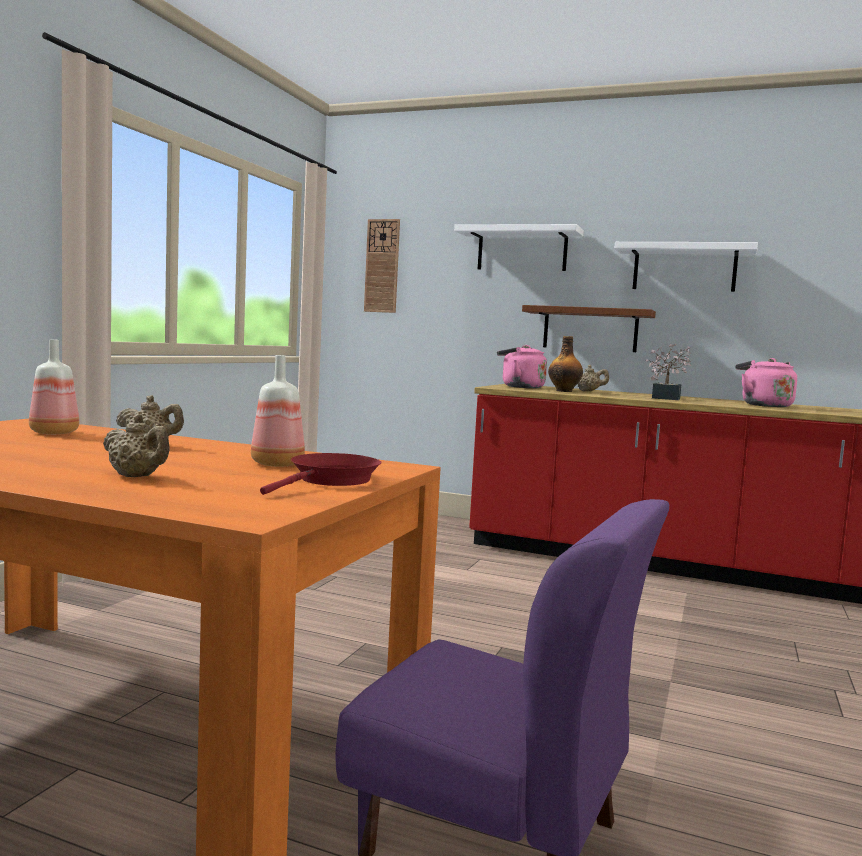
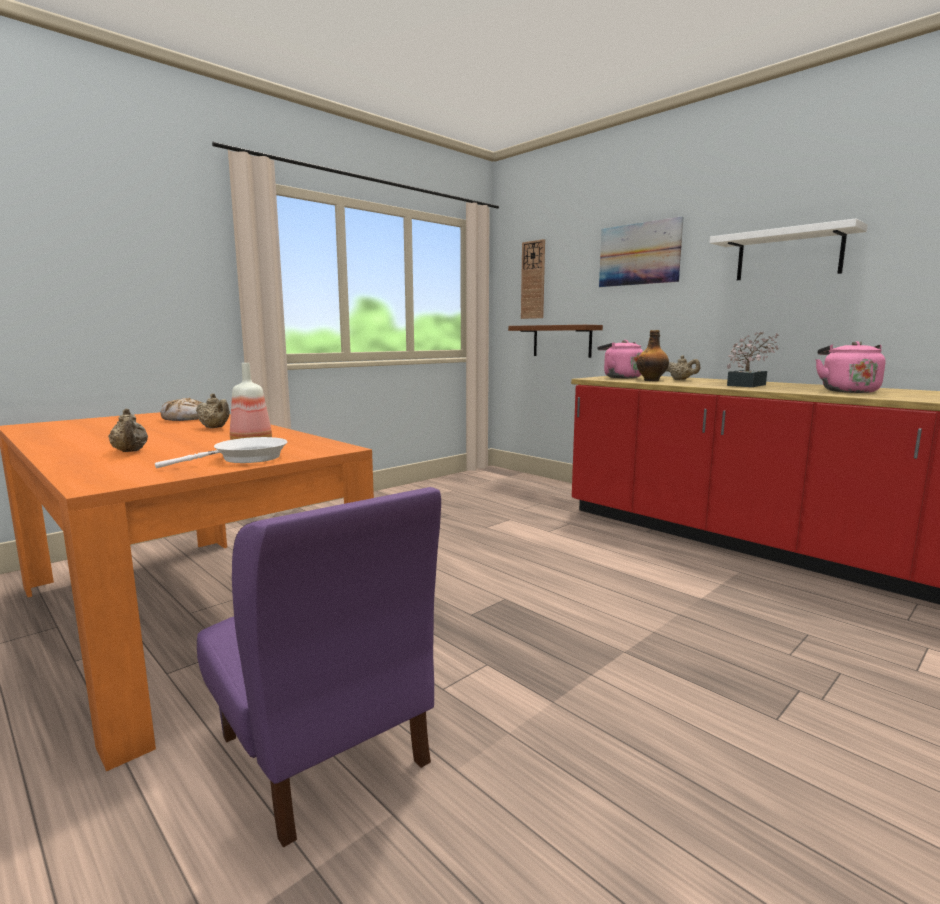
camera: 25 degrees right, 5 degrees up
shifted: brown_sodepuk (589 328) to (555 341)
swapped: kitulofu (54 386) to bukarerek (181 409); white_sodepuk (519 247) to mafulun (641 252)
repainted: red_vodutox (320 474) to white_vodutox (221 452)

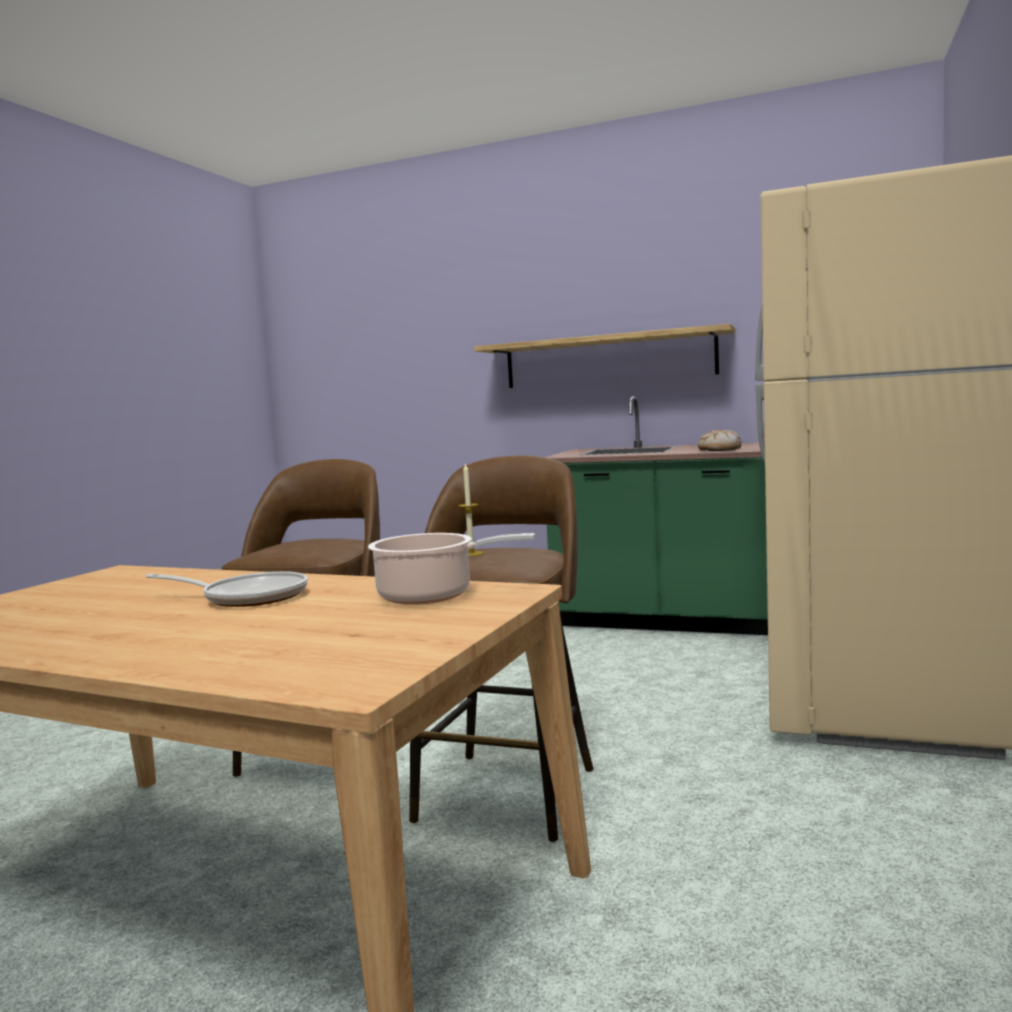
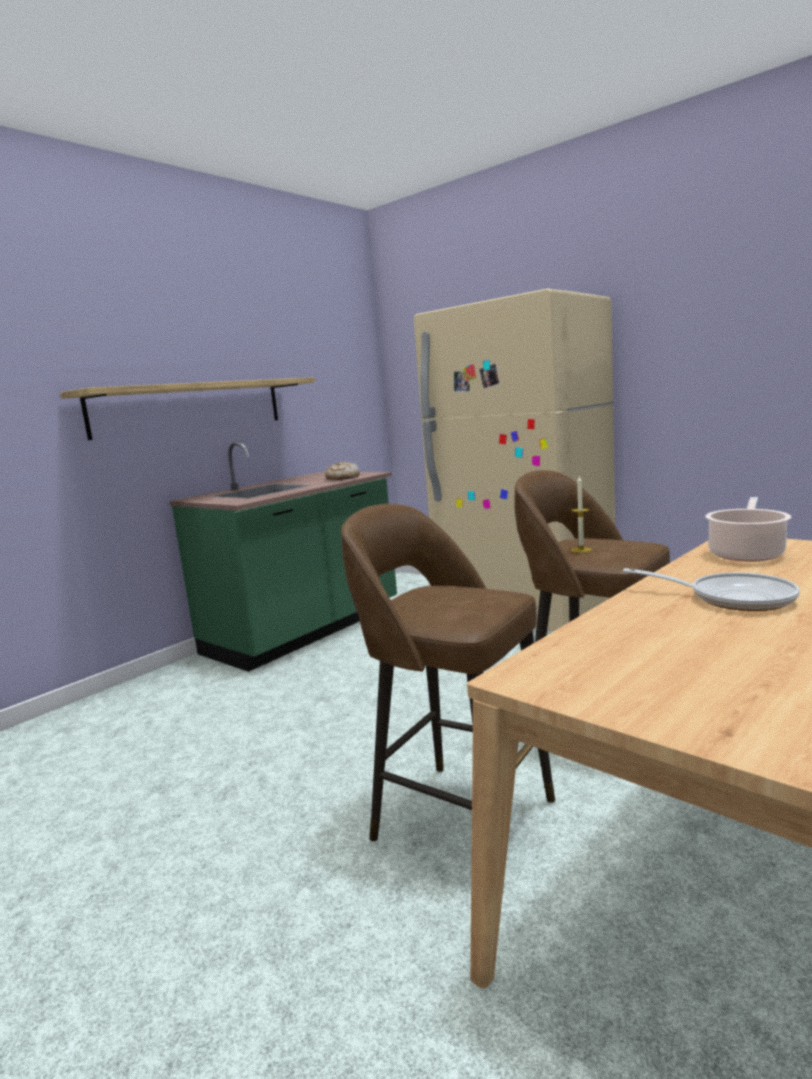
camera: 70 degrees left, 5 degrees up
rotated: vodutox (226 589) = (711 589) 90 degrees clockwise

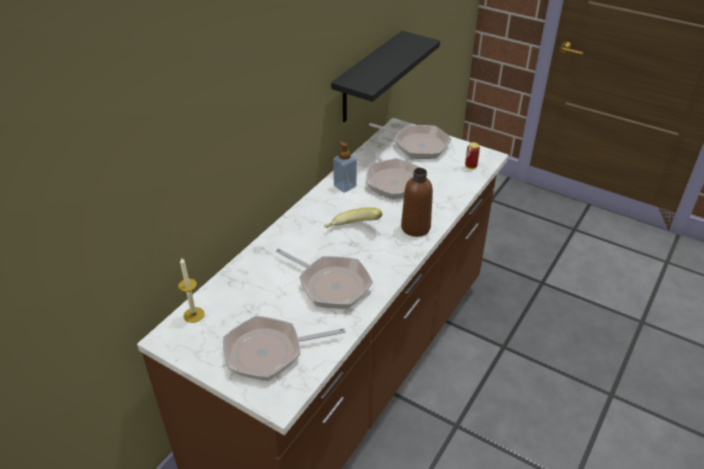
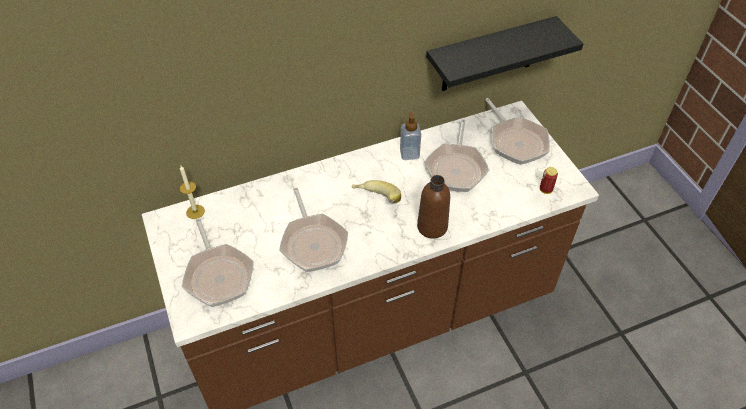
camera: 35 degrees right, 10 degrees up
rotated: vodutox (284 348) = (218 262) 135 degrees counterclockwise

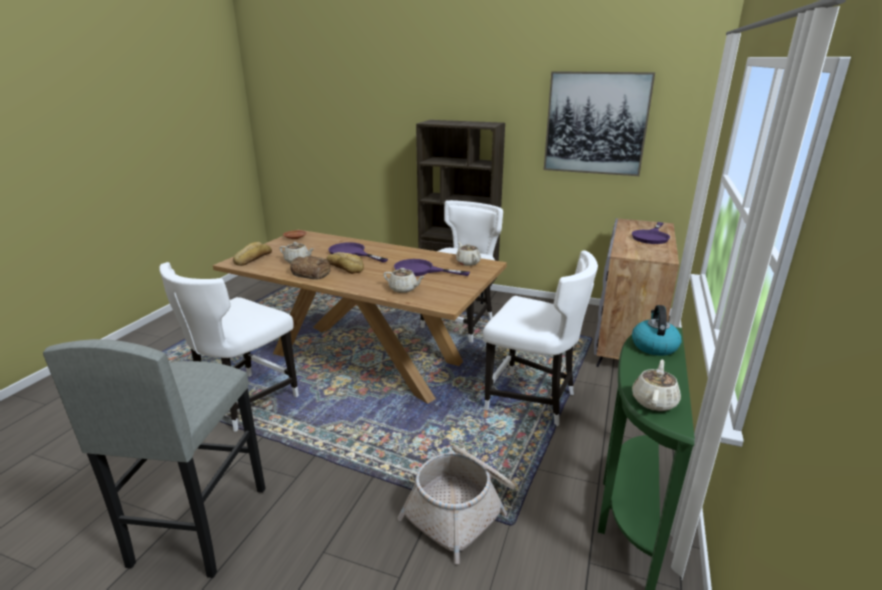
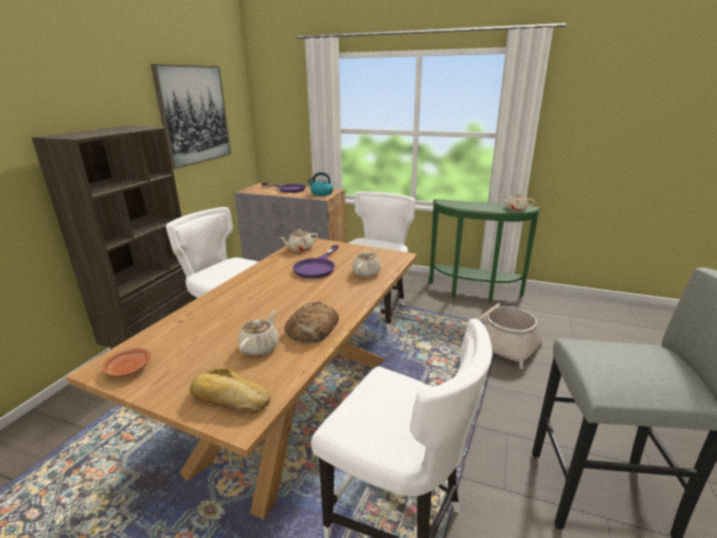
camera: 90 degrees left, 0 degrees up
gone: bukarerek (345 263); purple_vodutox (358 252)
shifted: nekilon (657 330) to (320 184)

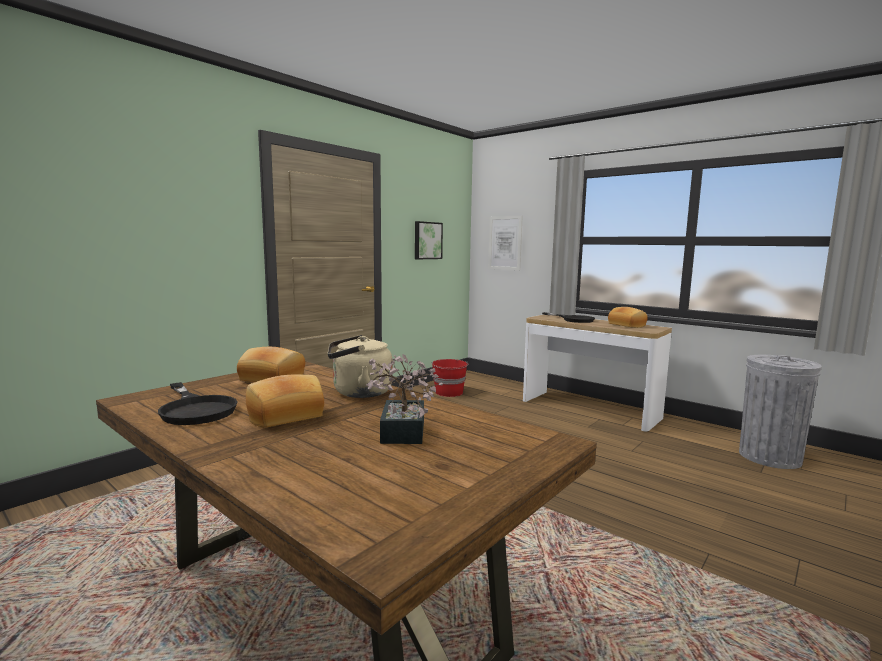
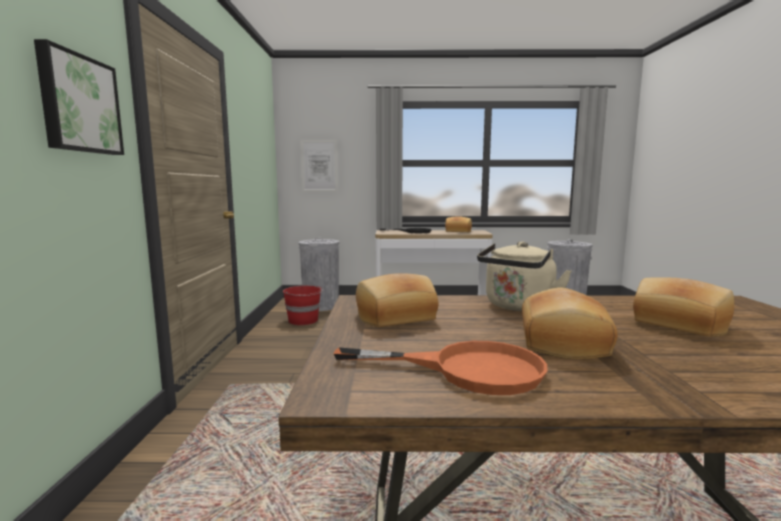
camera: 40 degrees left, 0 degrees up
new: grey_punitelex (319 274)
shifted: mafulun (429 240) to (79 97)
swapped: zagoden (404 399) to bukarerek (683 307)
repainted: black_vodutox (197 403) to orange_vodutox (440 368)

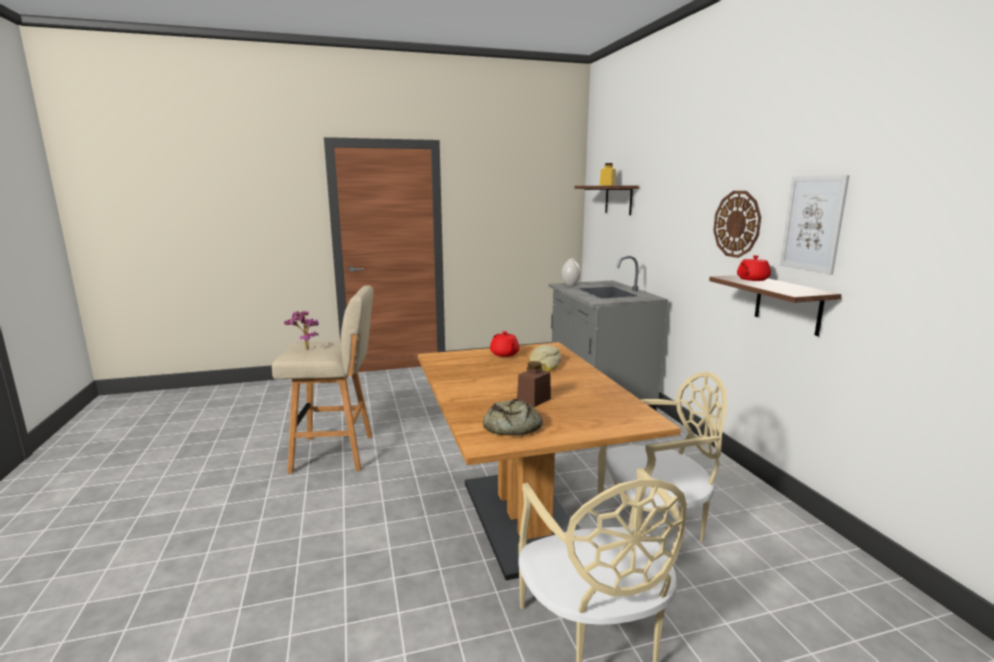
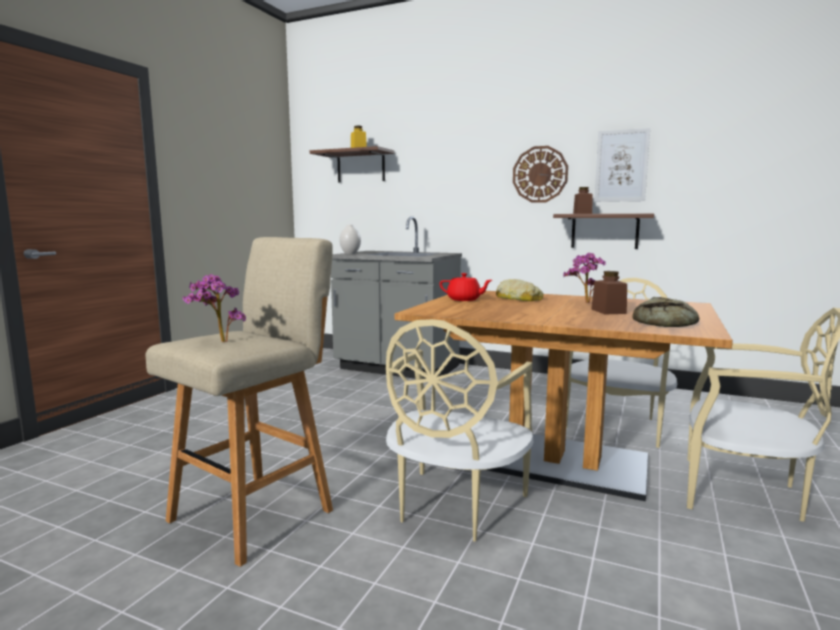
camera: 50 degrees left, 5 degrees down
new: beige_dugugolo (460 430); zagoden (584 278)
swapped: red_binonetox (754 268) to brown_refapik (583 200)

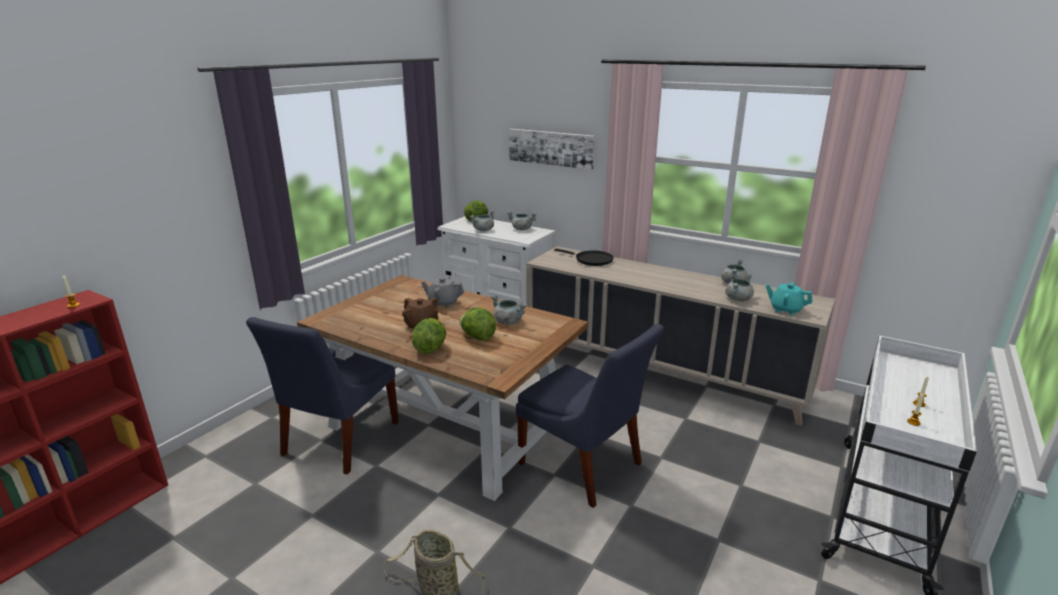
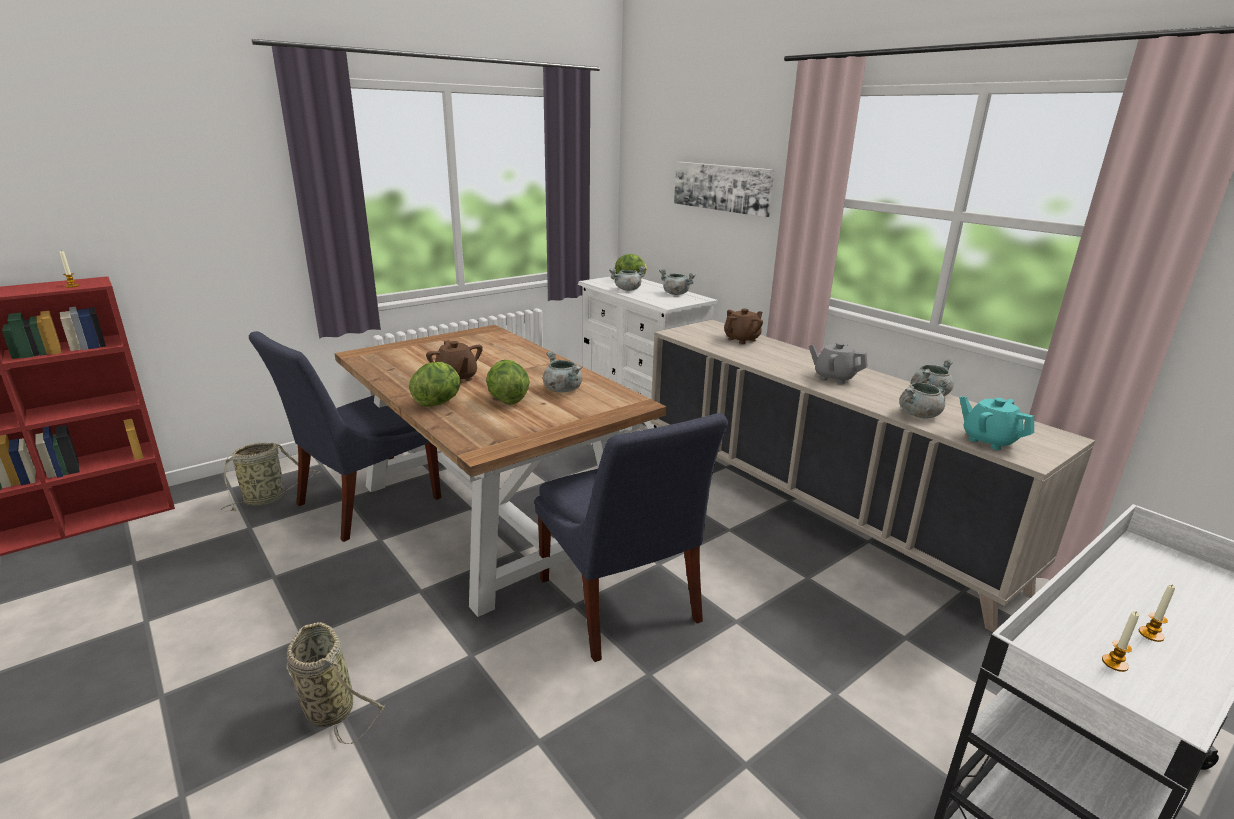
camera: 20 degrees right, 0 degrees up
new: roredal (271 477)
shifted: grey_binonetox (442 292) to (838 363)
swapped: black_vodutox (584 257) to brown_binonetox (743 326)

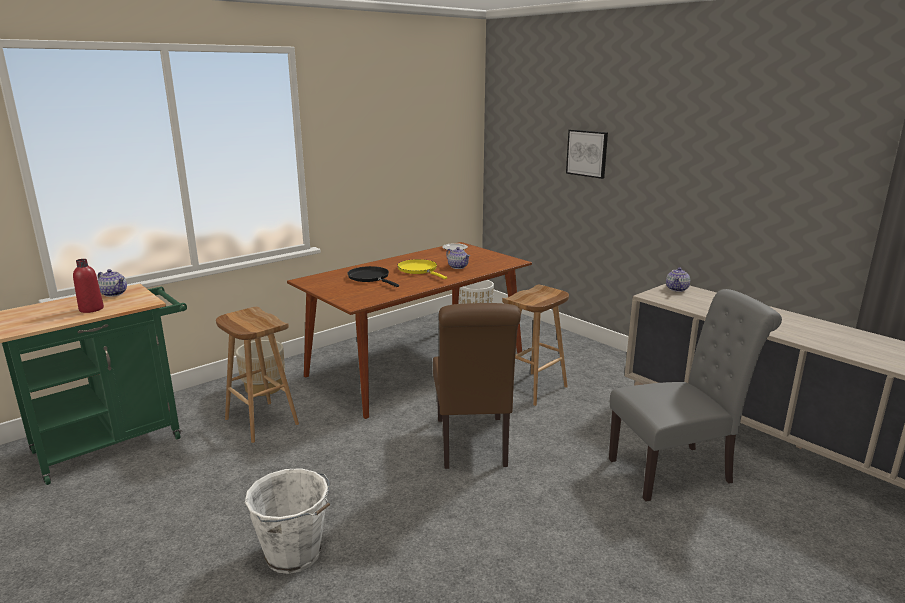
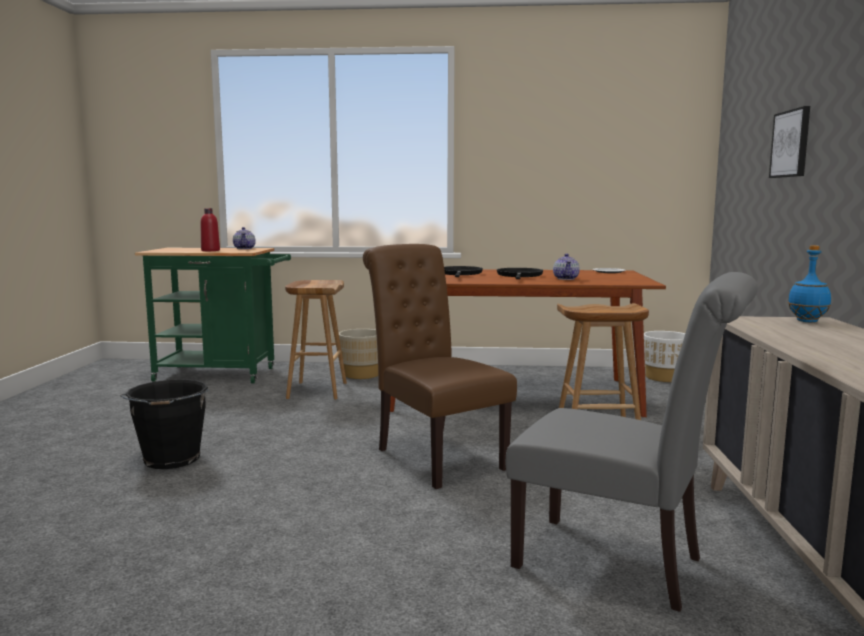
camera: 45 degrees right, 10 degrees down
swapped: binonetox (678 280) to blue_kitulofu (809 283)
repainted: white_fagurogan (287 521) to black_fagurogan (164 424); yellow_vodutox (422 269) to black_vodutox (520 273)
rotated: brown_dugugolo (477 386) = (440 366) 105 degrees clockwise

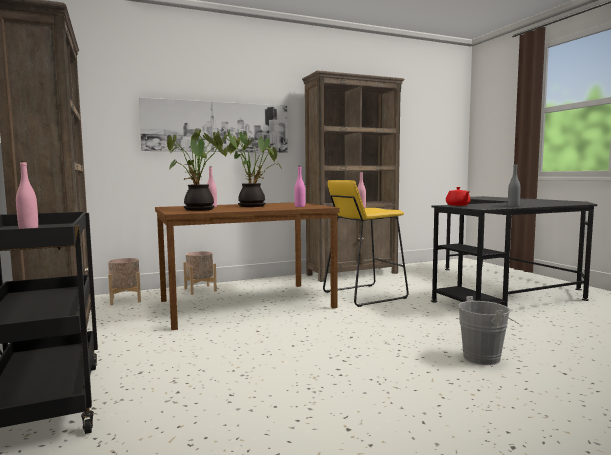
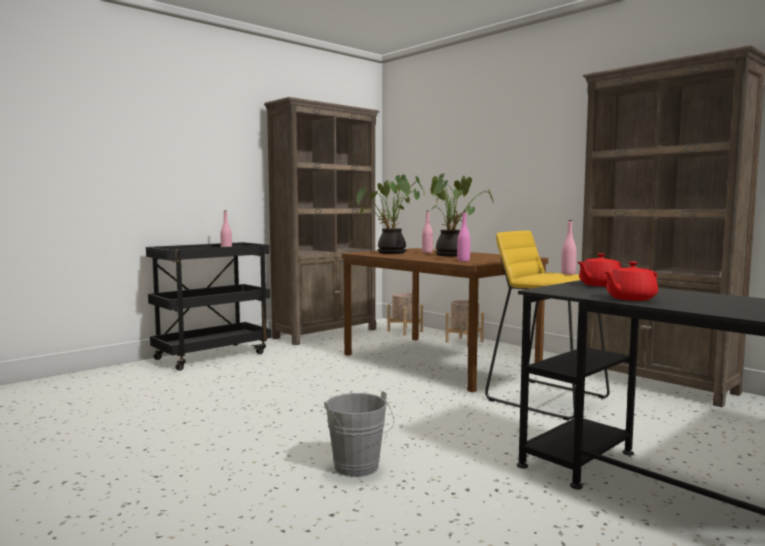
camera: 70 degrees right, 0 degrees up
gone: mafulun (213 125)
swapped: grey_kitulofu (514 185) to red_binonetox (631 281)

